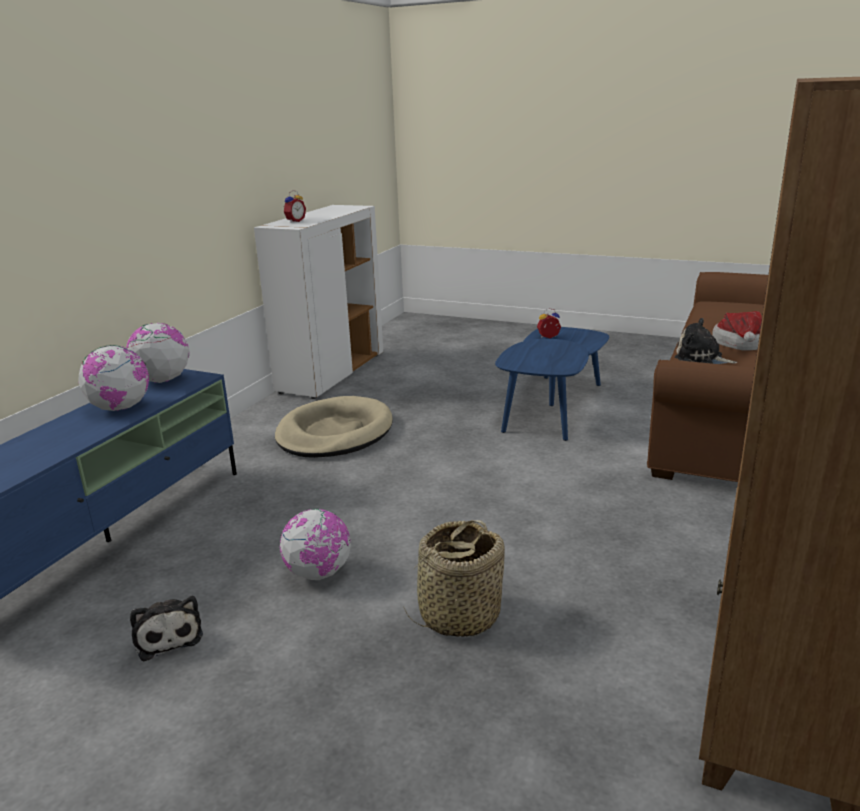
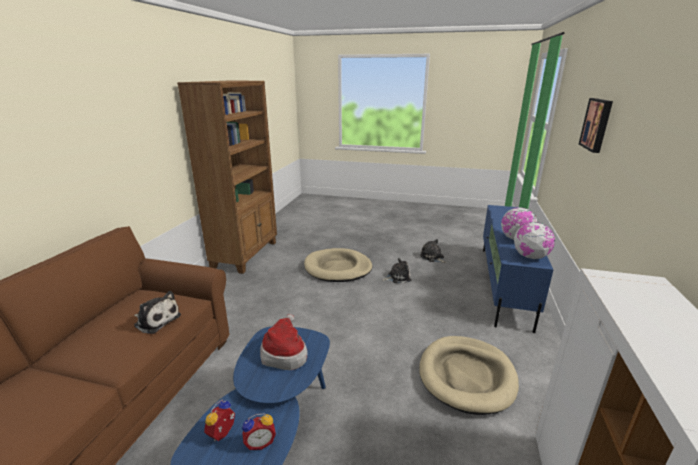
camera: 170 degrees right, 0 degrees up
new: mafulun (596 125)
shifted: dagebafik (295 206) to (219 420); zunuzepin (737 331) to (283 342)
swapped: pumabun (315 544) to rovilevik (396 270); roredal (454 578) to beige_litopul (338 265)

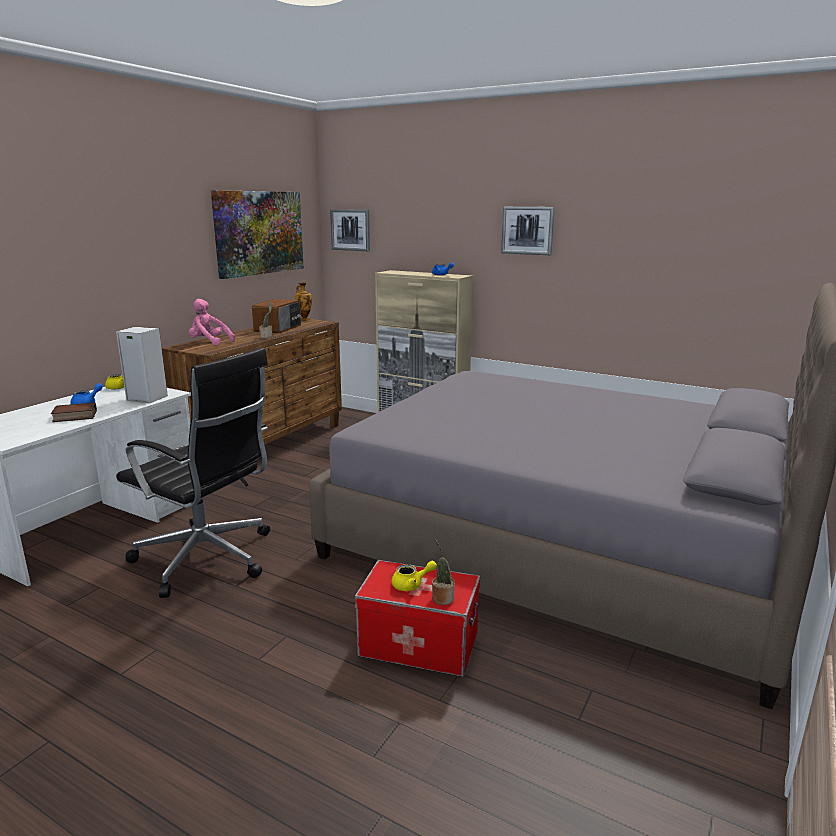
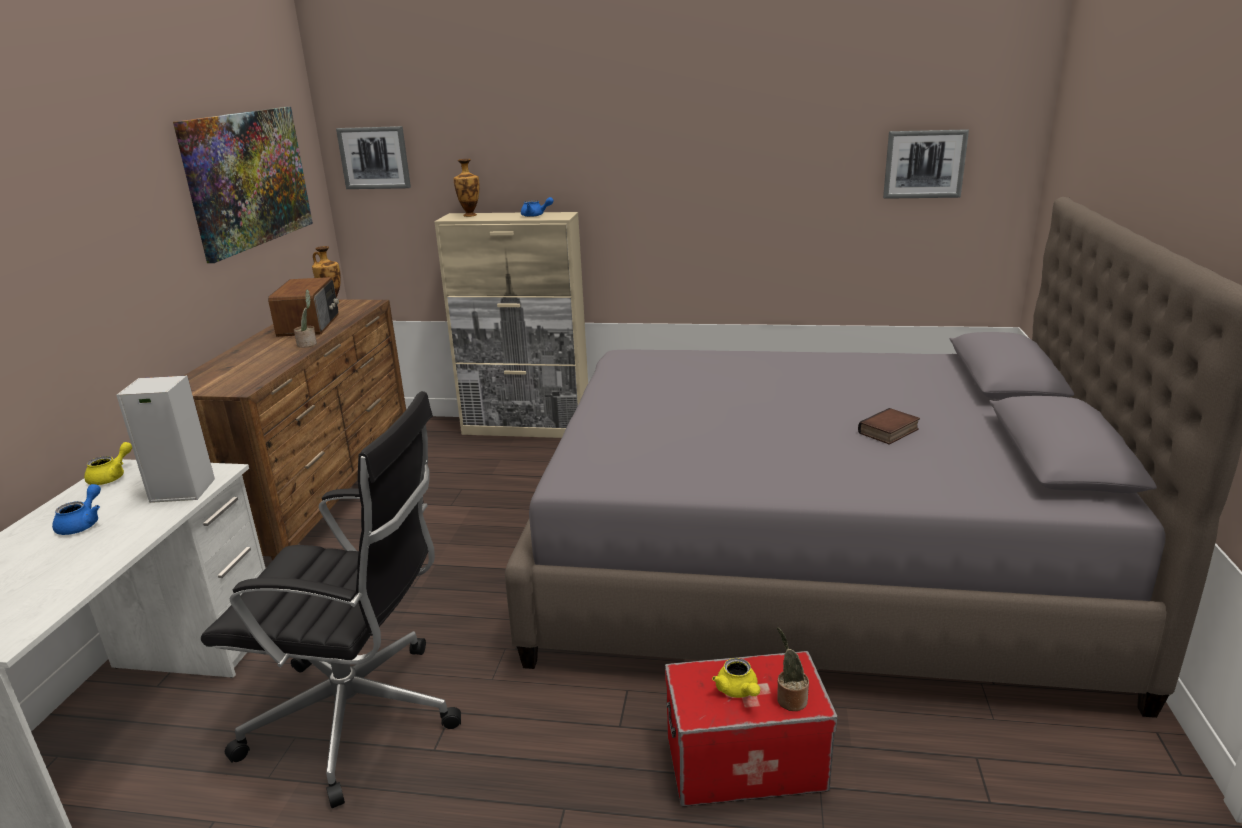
camera: 20 degrees left, 5 degrees up
gone: pink_rovilevik (212 322)
new: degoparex (467 188)
shifted: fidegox (74 412) to (889 426); mafulun (528 231) to (926 164)
rotated: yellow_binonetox (414 576) = (736 678) 105 degrees clockwise

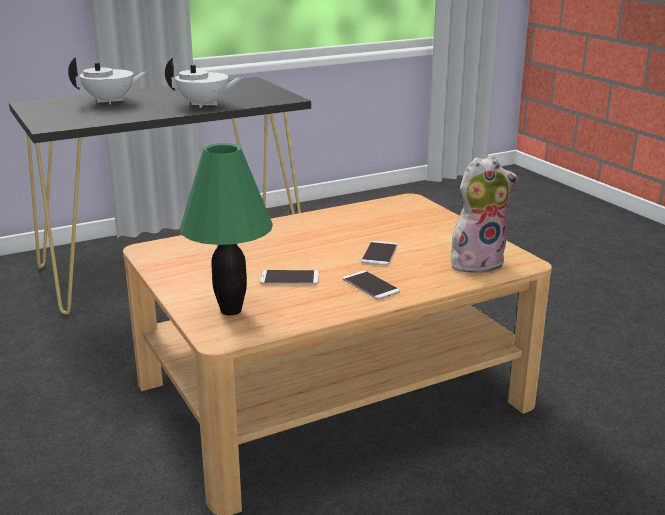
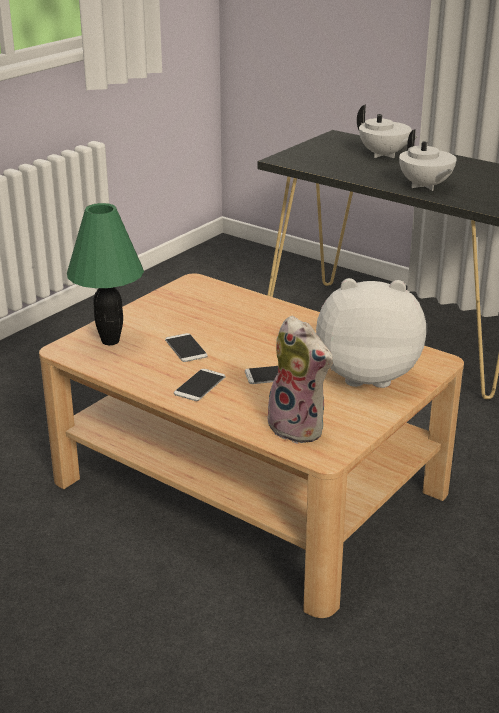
camera: 65 degrees right, 5 degrees up
new: rovilevik (371 333)

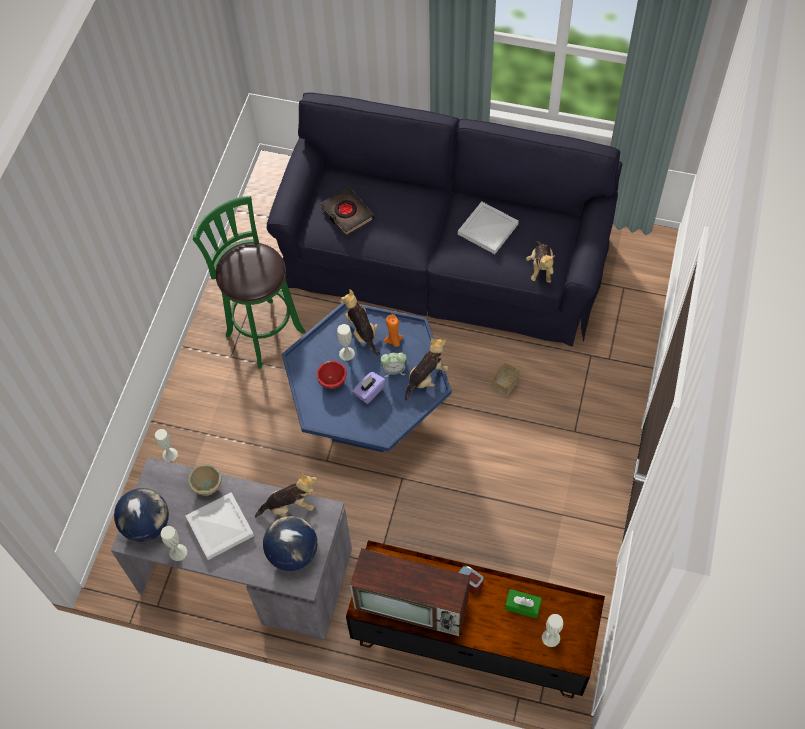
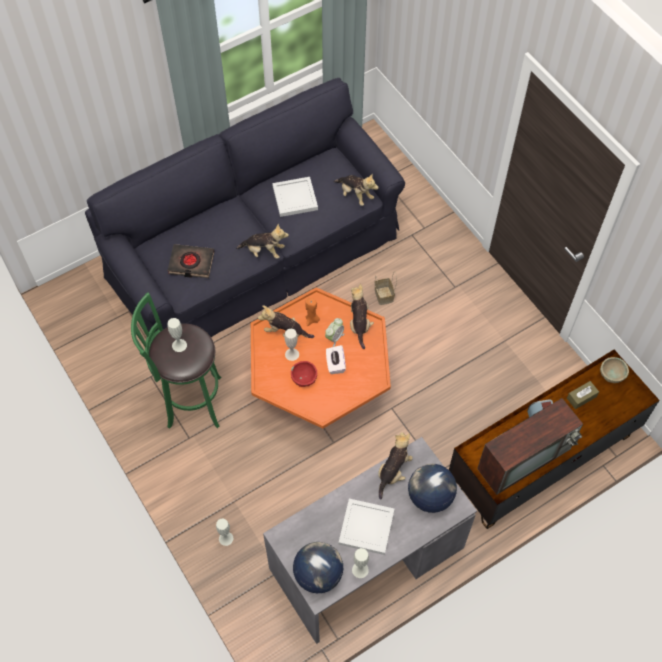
camera: 50 degrees left, 0 degrees up
new: rovilevik (262 241)
shifted: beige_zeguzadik (205 480) to (614 370); white_degoparex (552 630) to (177 335)
repainted: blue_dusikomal (366 377) to orange_dusikomal (321 358); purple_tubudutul (369 388) to white_tubudutul (336 359); green_tubudutul (523 604) to brown_tubudutul (583 395)

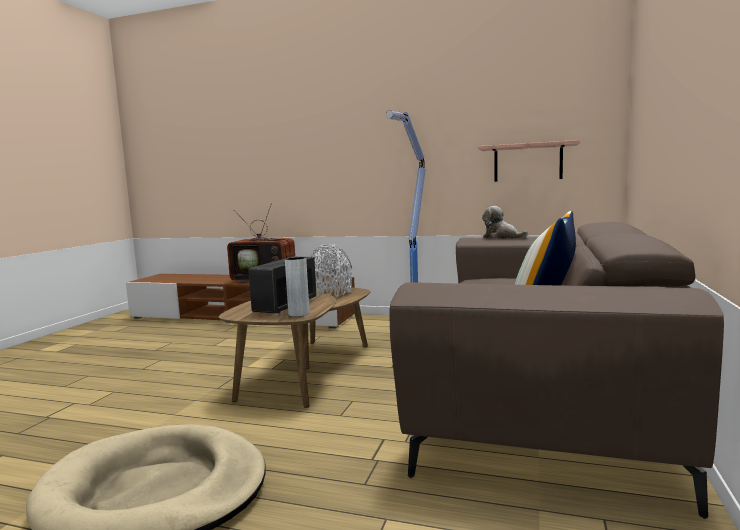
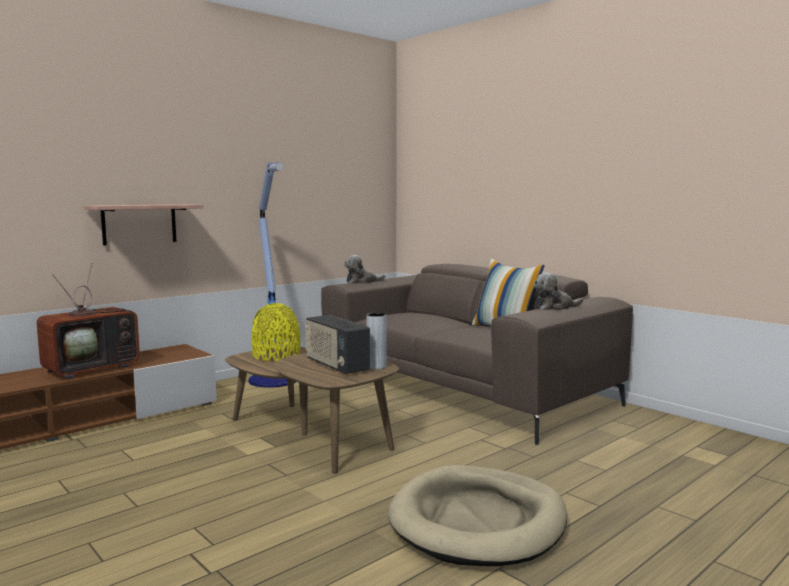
camera: 60 degrees left, 0 degrees up
new: rovilevik (558 291)
shifted: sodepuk (529 161) to (143 225)
repainted: grey_degoparex (330 270) to yellow_degoparex (275 332)

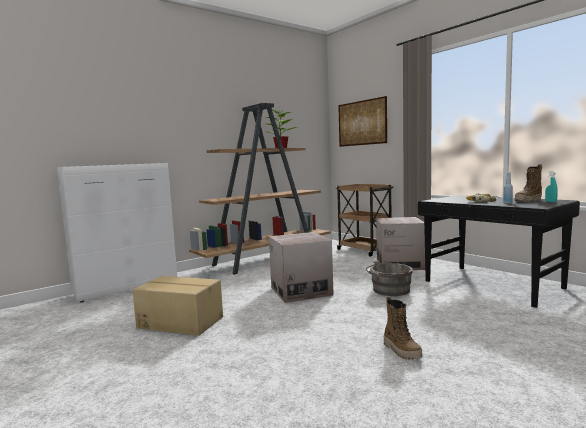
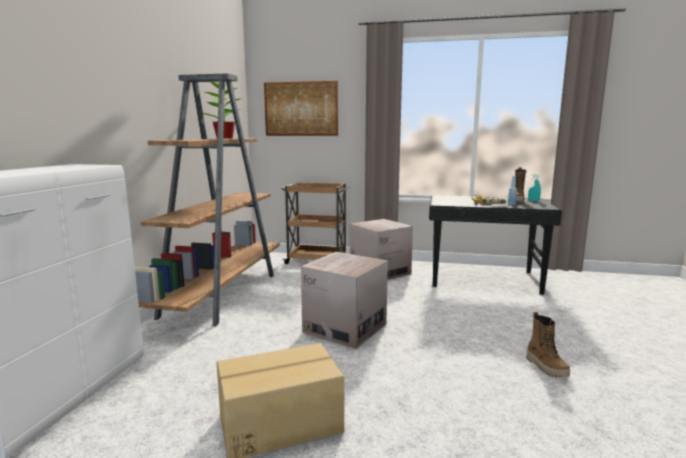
camera: 40 degrees left, 5 degrees up
gone: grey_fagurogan (389 278)
rotated: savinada (403 328) = (548 345) 45 degrees clockwise

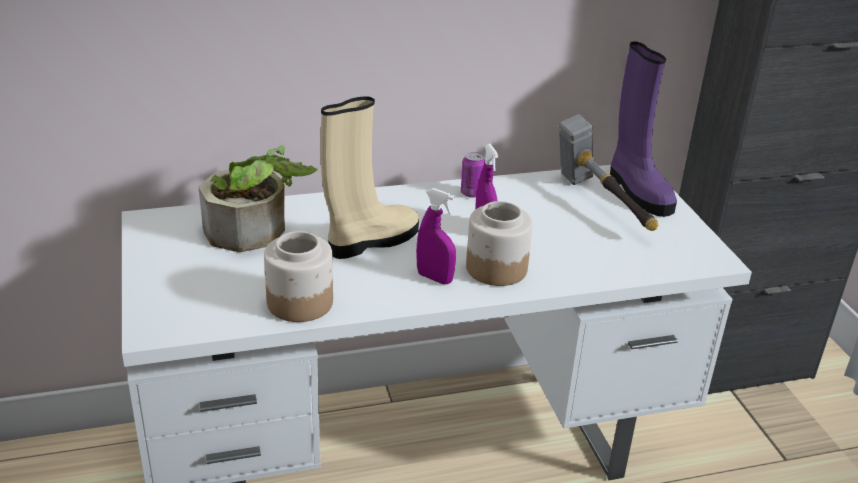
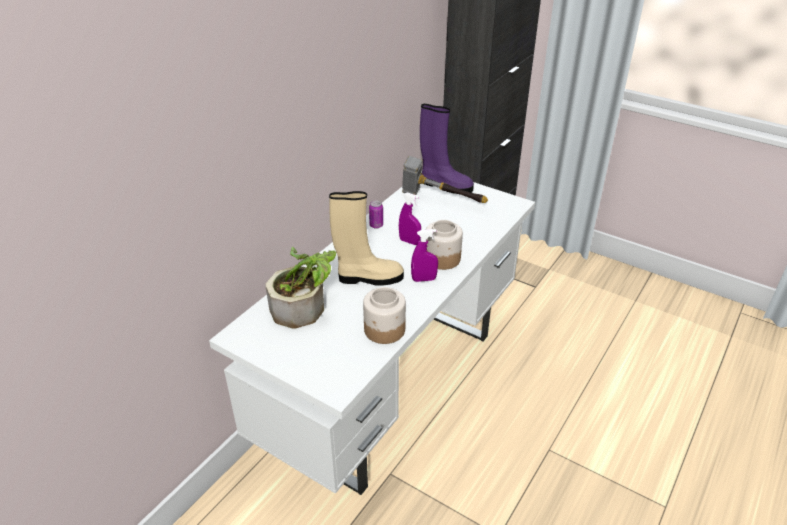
camera: 40 degrees left, 5 degrees up
rotated: beige_savinada (369 177) = (366 238) 75 degrees clockwise

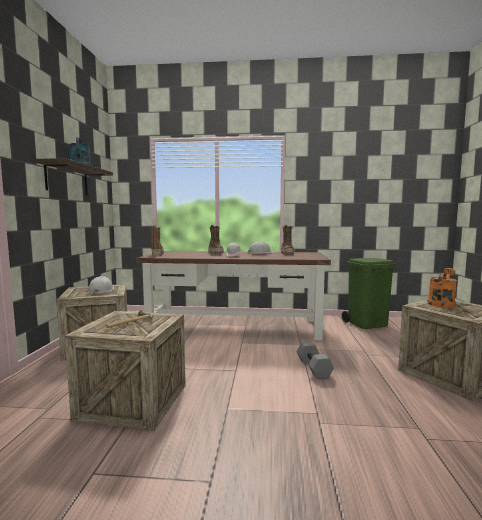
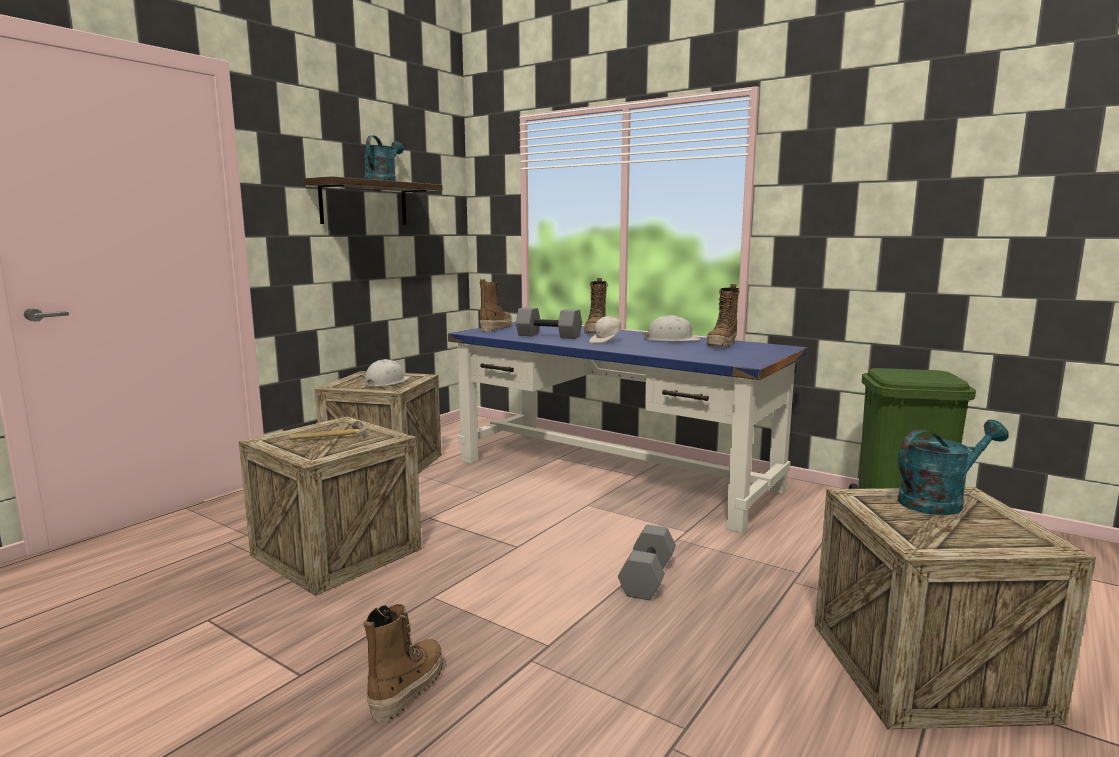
camera: 30 degrees right, 5 degrees up
new: savinada (403 663); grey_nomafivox (549 323)
repainted: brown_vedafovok (233 296) to blue_vedafovok (627 427); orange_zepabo (442 288) to turquoise_zepabo (953 467)

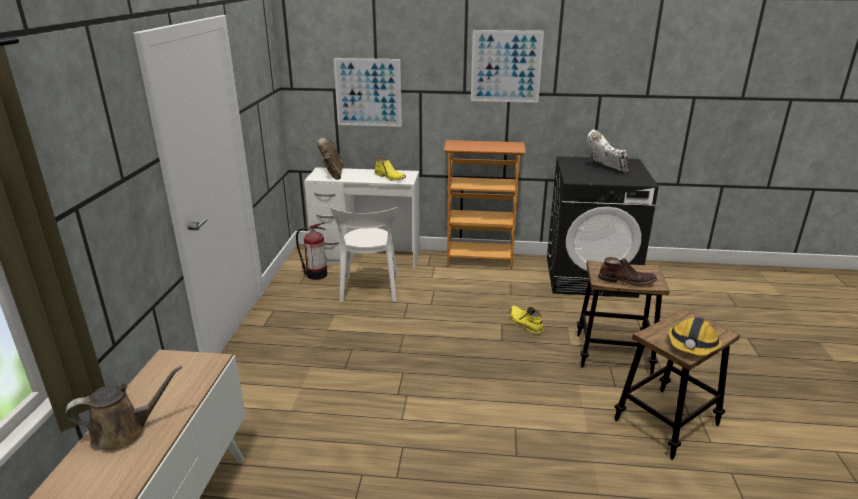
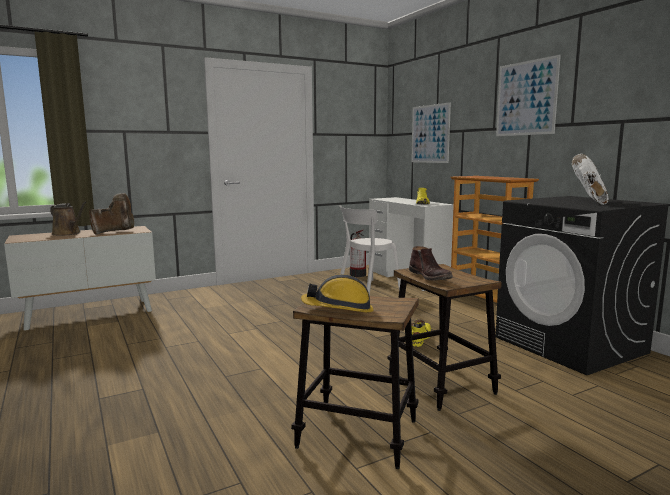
camera: 55 degrees right, 15 degrees down
shifted: brown_savinada (330 158) to (111 214)

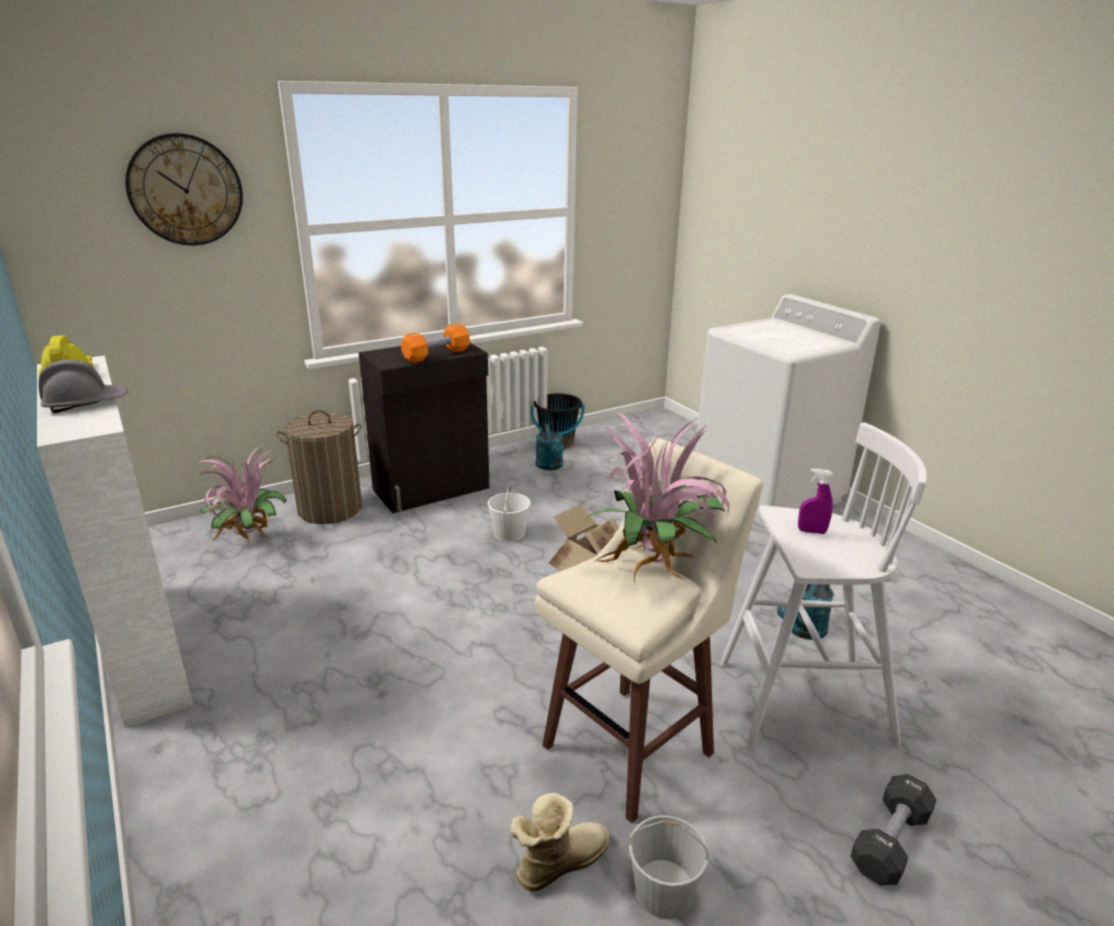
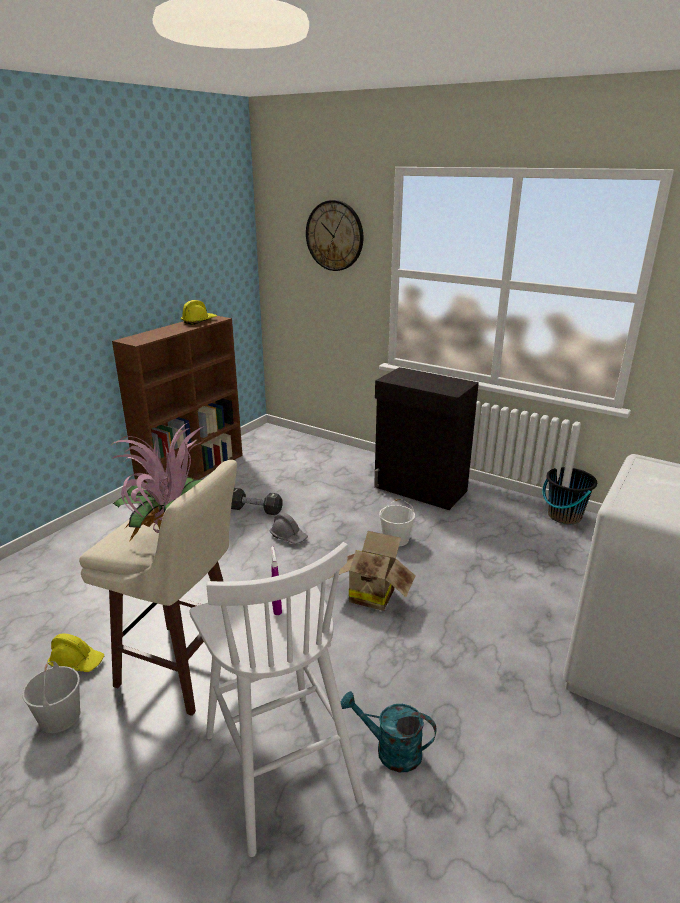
camera: 65 degrees right, 0 degrees up
gone: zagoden (241 494); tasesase (319 467); orange_nomafivox (435 343); turquoise_zepabo (550 447)
shifted: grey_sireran (83 386) to (289 528); black_nomafivox (894 829) to (257 501)
swapped: savinada (560 842) to yellow_sireran (75 653)
repainted: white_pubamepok (115 542) to brown_pubamepok (177 406)

